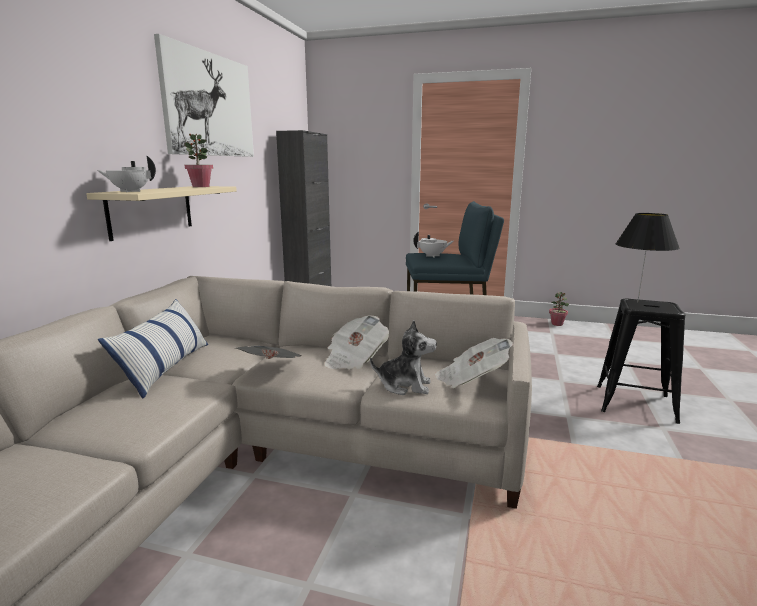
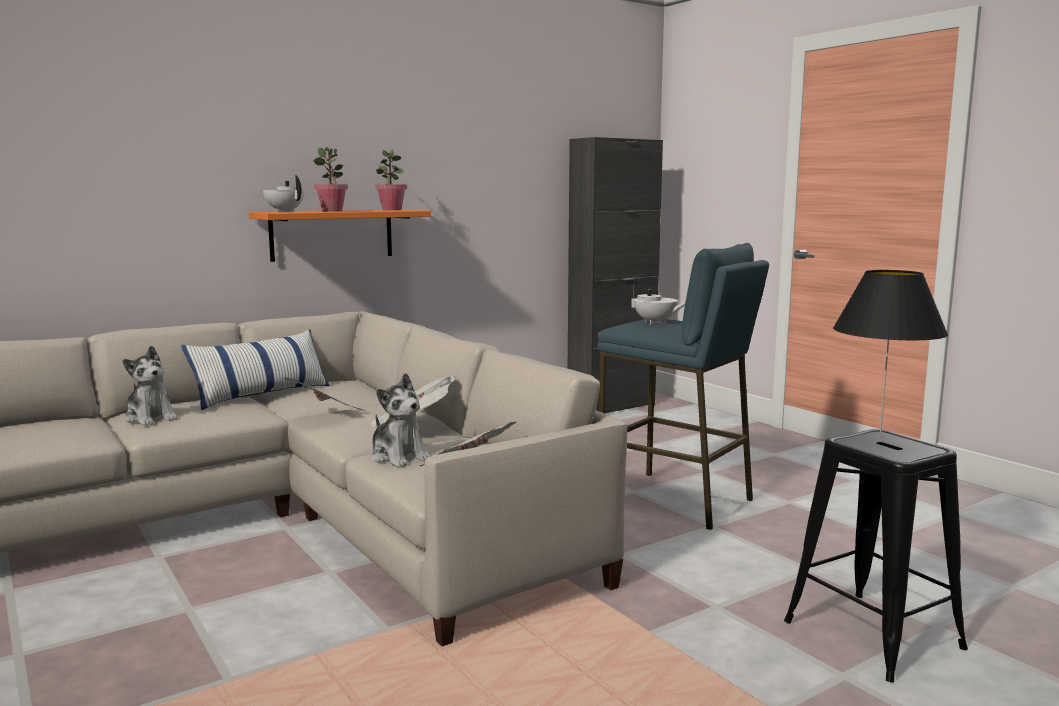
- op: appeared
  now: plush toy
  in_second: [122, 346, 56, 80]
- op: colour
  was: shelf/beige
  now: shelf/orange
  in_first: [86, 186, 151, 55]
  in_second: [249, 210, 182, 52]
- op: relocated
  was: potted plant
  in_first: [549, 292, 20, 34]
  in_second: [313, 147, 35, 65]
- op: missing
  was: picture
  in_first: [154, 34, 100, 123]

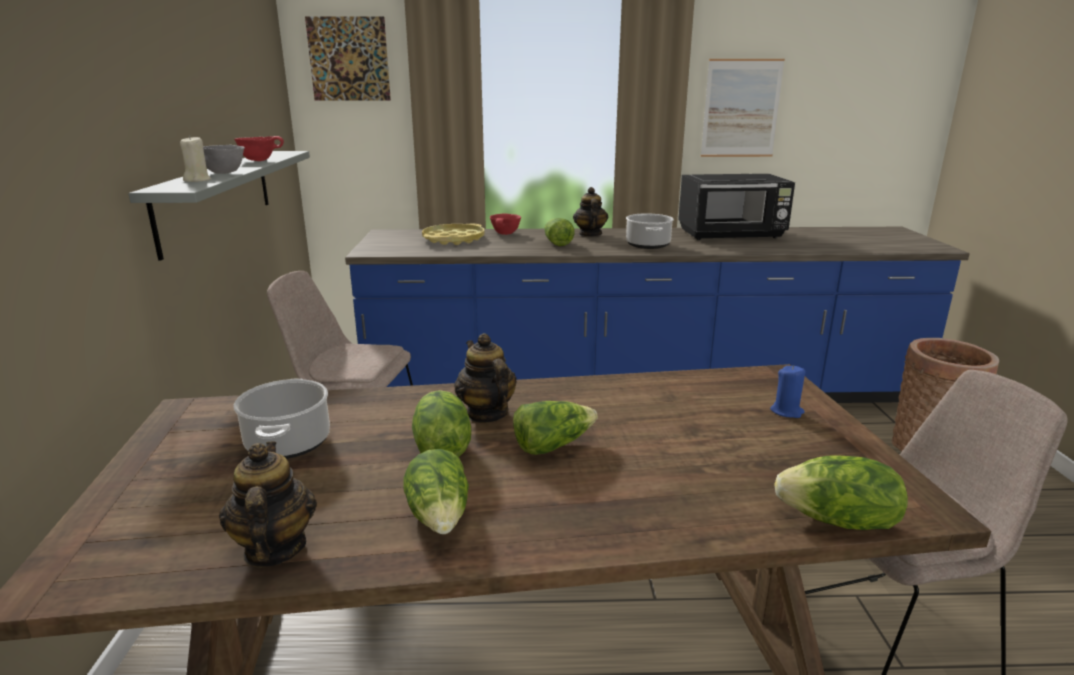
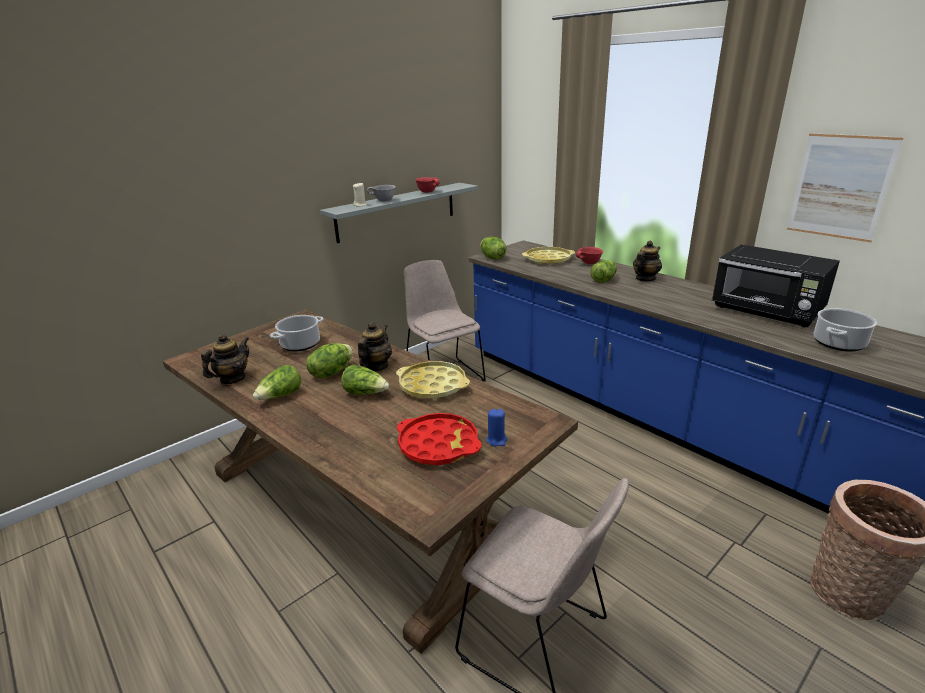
- op: appeared
  now: tray/yellow
  in_second: [396, 361, 74, 38]
- op: appeared
  now: tray/red
  in_second: [397, 413, 85, 52]
- op: relocated
  was: lettuce
  in_first: [774, 455, 134, 75]
  in_second: [480, 237, 27, 22]
- op: relocated
  was: cooking pot
  in_first: [626, 213, 48, 36]
  in_second: [814, 308, 63, 44]
- op: missing
  was: picture
  in_first: [305, 16, 86, 84]

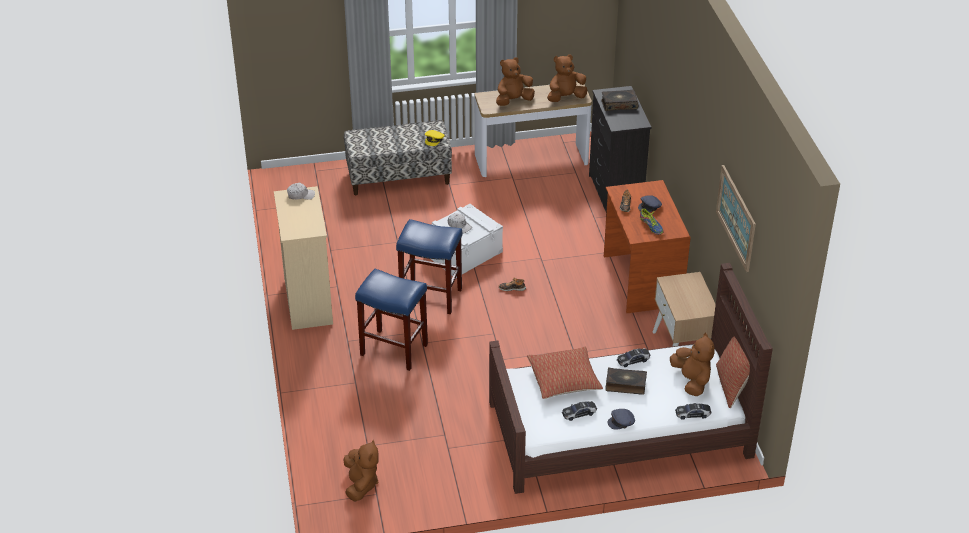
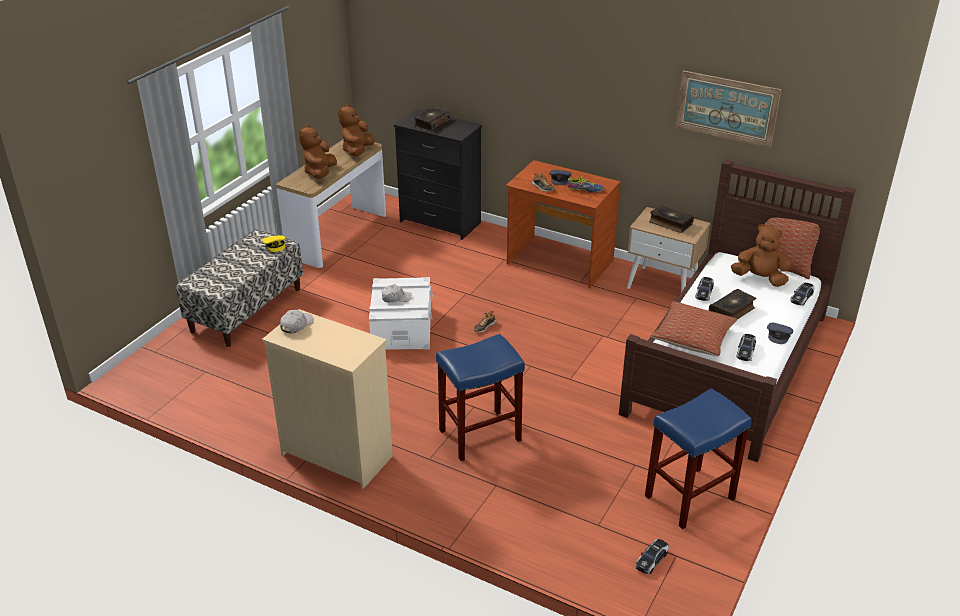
- op: exchanged
  was: plush toy/brown
  now: toy car
  in_first: [344, 440, 35, 62]
  in_second: [635, 539, 34, 35]
- op: relocated
  was: stool/blue
  in_first: [396, 219, 66, 95]
  in_second: [645, 388, 107, 141]
- op: appeared
  now: book
  in_second: [649, 205, 45, 28]

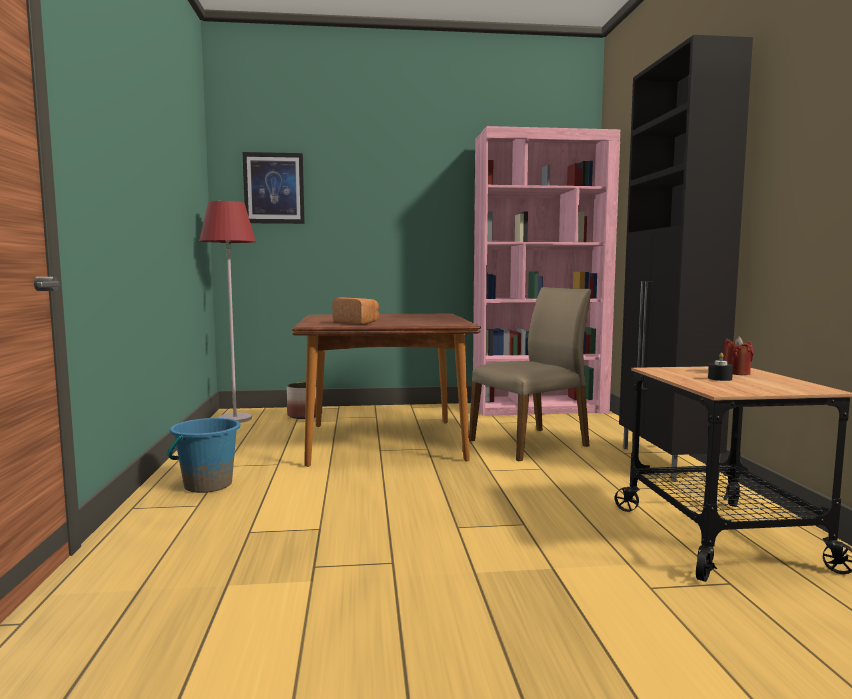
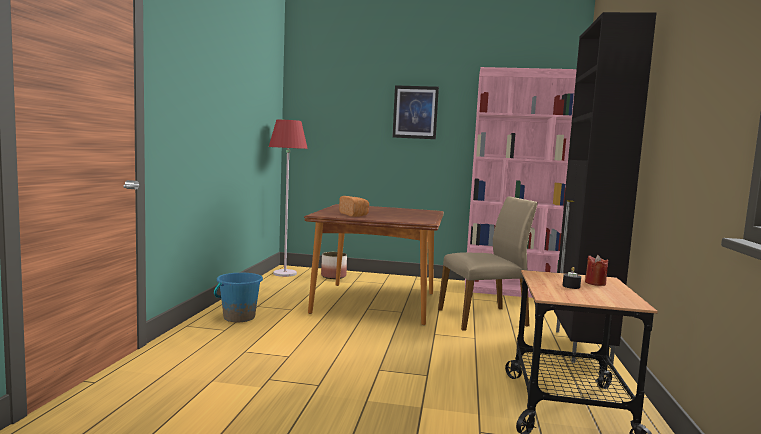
- op: relocated
  was: picture
  in_first: [243, 152, 62, 72]
  in_second: [392, 85, 47, 54]

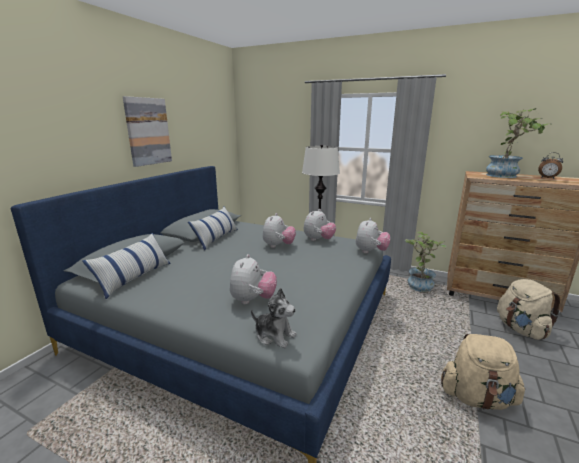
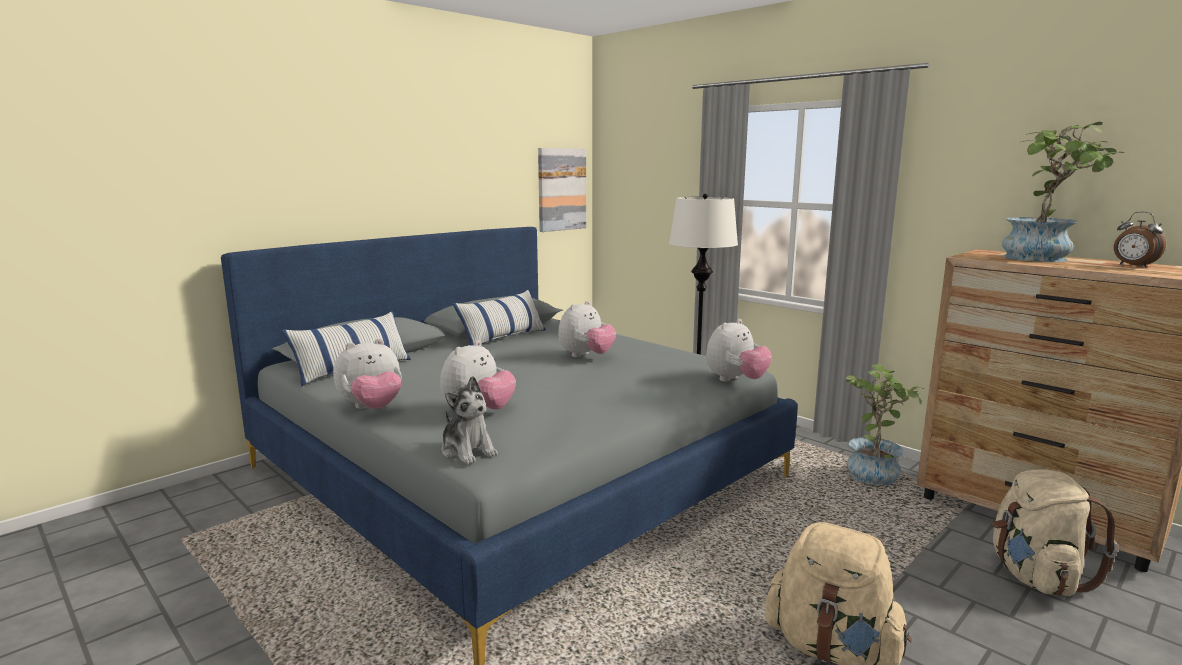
- op: relocated
  was: plush toy
  in_first: [304, 209, 32, 32]
  in_second: [333, 339, 69, 70]
- op: relocated
  was: picture
  in_first: [123, 96, 49, 71]
  in_second: [538, 148, 48, 84]

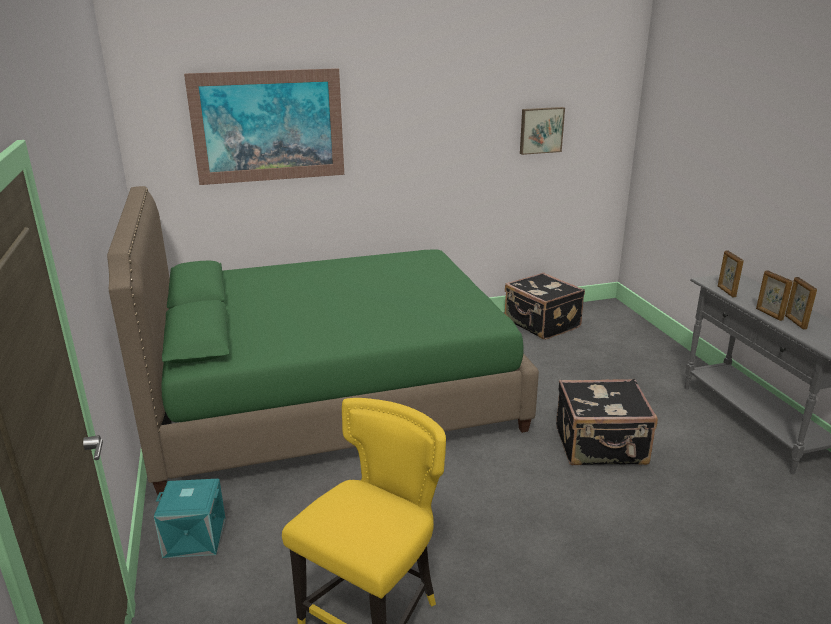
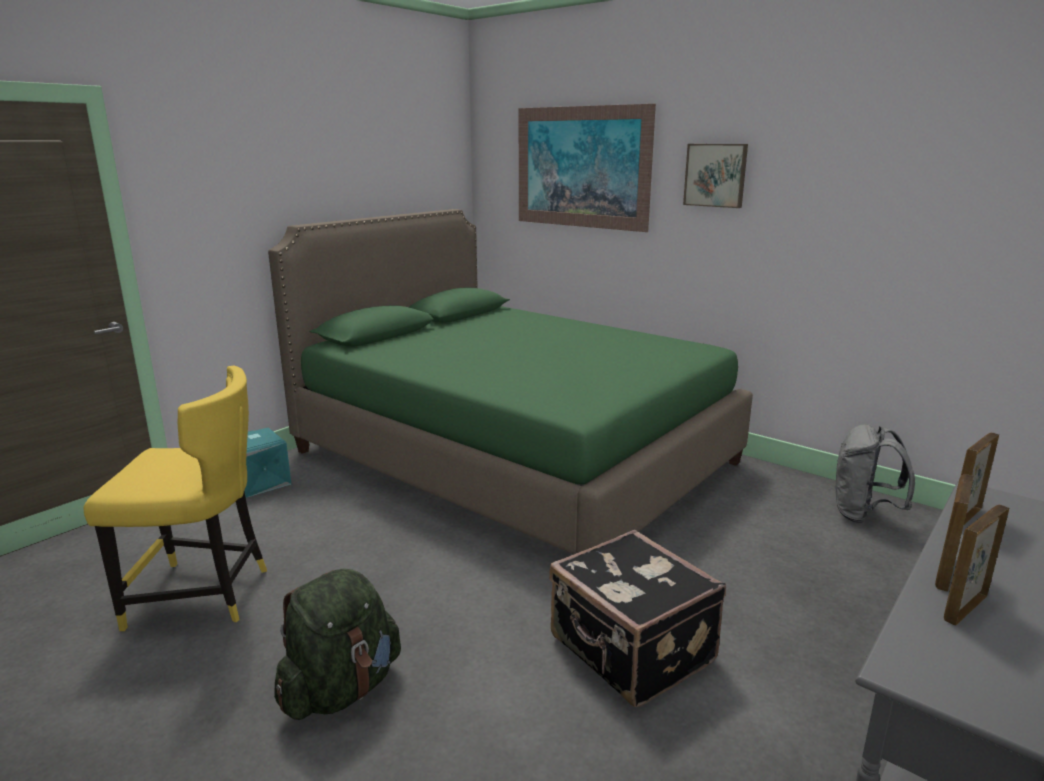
- op: appeared
  now: backpack/green
  in_second: [274, 568, 127, 152]
- op: relocated
  was: picture
  in_first: [520, 107, 45, 48]
  in_second: [683, 144, 65, 64]
- op: exchanged
  was: suitcase/black
  now: backpack/grey
  in_first: [505, 273, 80, 67]
  in_second: [834, 424, 81, 99]

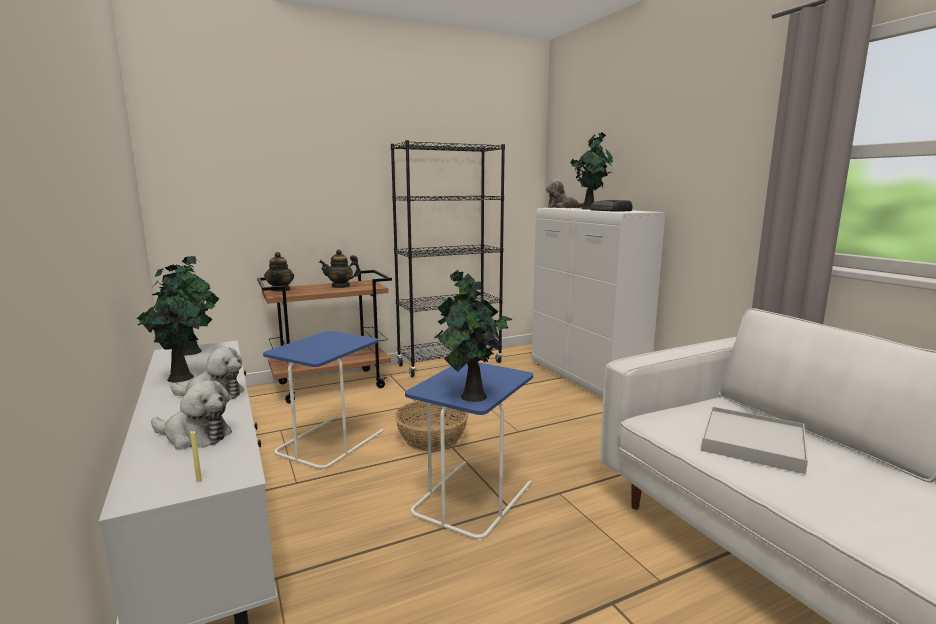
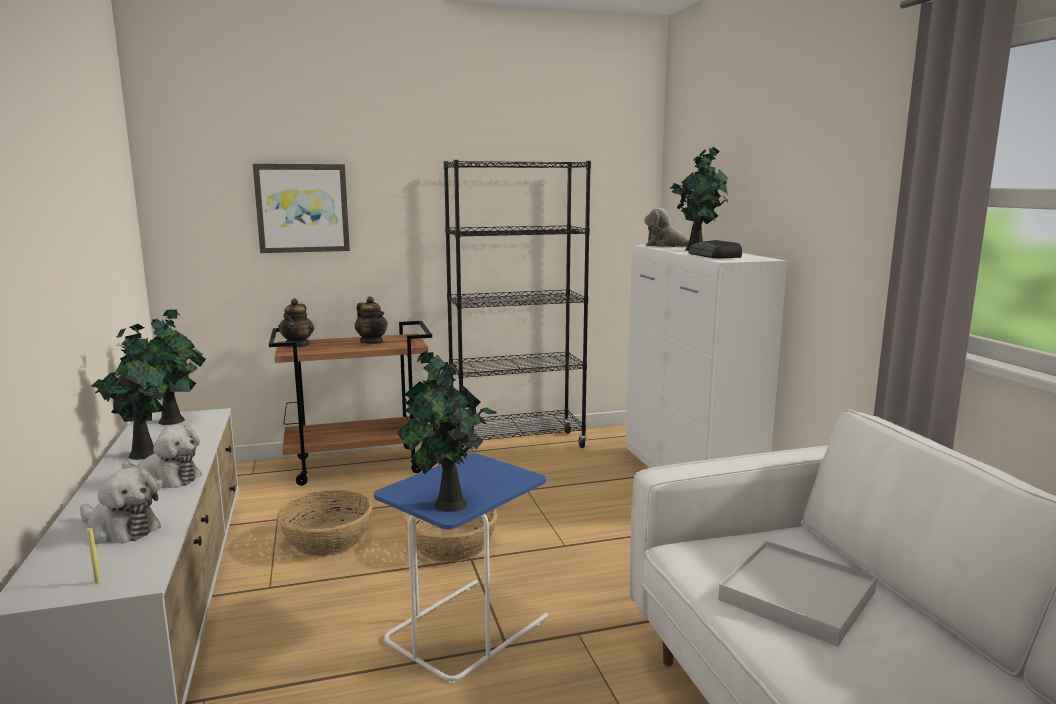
- op: appeared
  now: picture
  in_second: [253, 164, 97, 89]
- op: exchanged
  was: side table/blue
  now: basket
  in_first: [263, 331, 121, 139]
  in_second: [277, 490, 96, 66]
- op: spun
  was: teapot
  in_first: [319, 250, 42, 38]
  in_second: [355, 296, 33, 48]
  clockwise: -120

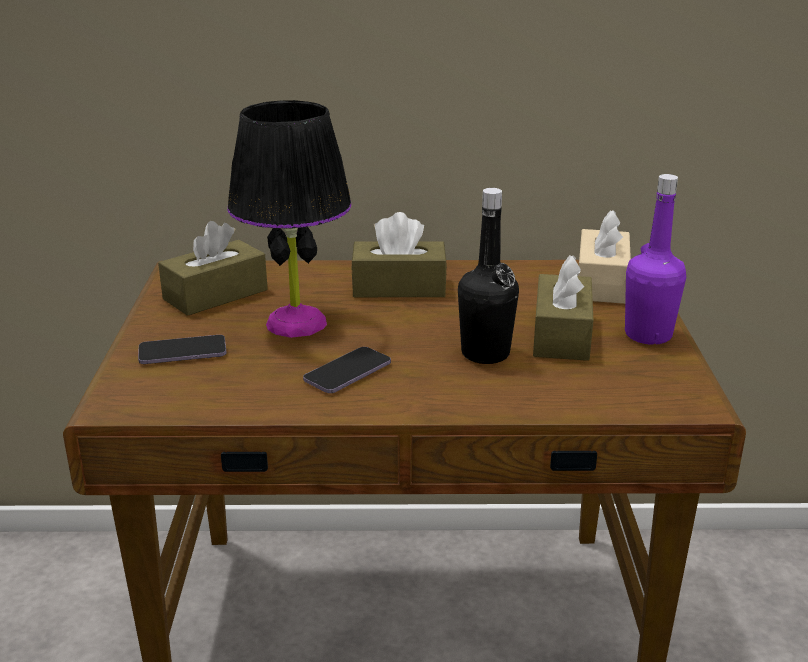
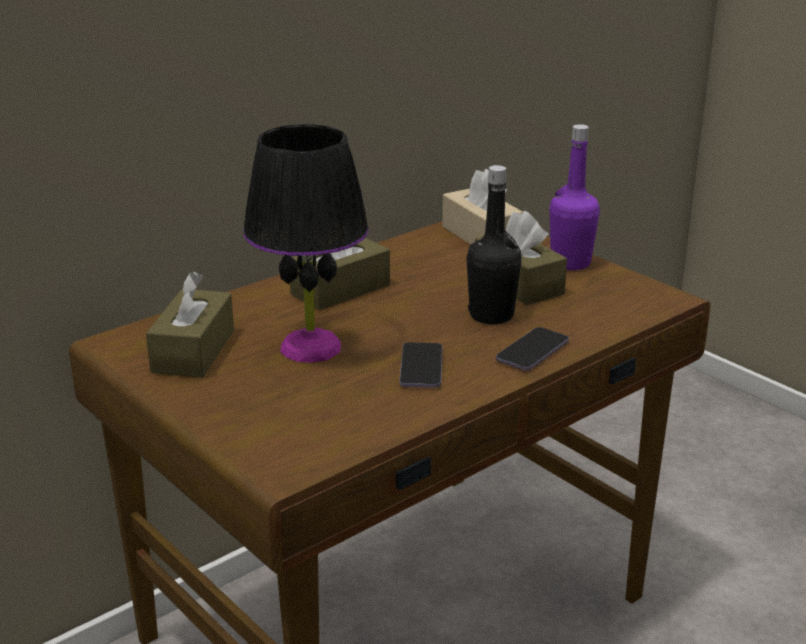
- op: relocated
  was: phone
  in_first: [138, 335, 89, 29]
  in_second: [496, 327, 73, 44]

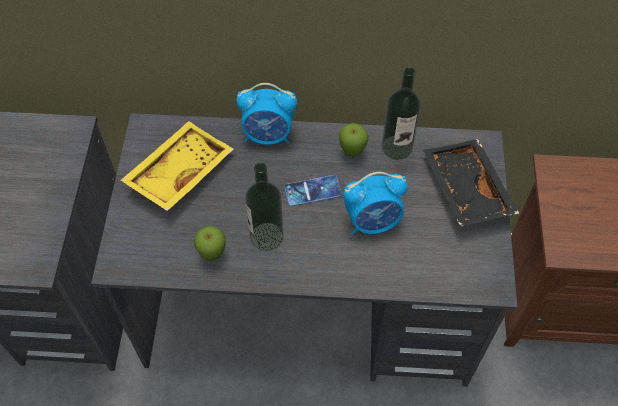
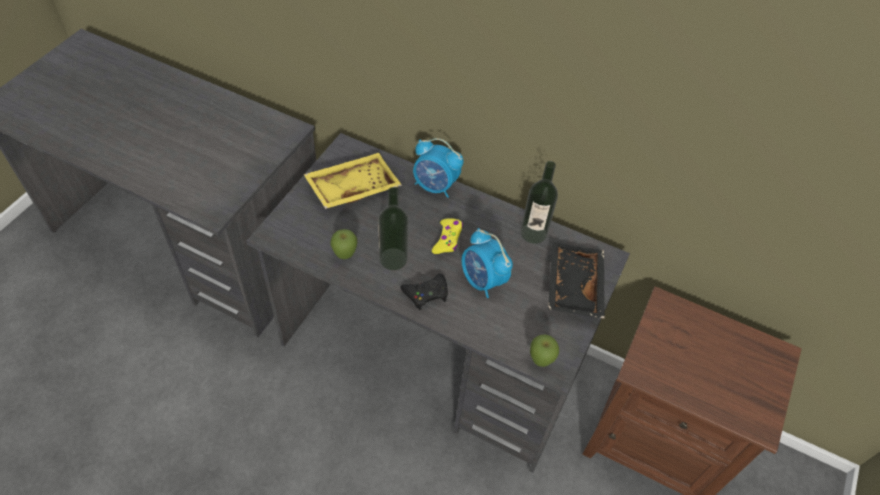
- op: appeared
  now: game controller/black
  in_second: [400, 273, 48, 37]
- op: exchanged
  was: phone
  now: game controller/yellow
  in_first: [284, 175, 58, 31]
  in_second: [432, 218, 31, 36]
- op: spun
  was: alarm clock
  in_first: [343, 172, 65, 63]
  in_second: [462, 228, 51, 70]
  clockwise: 45
- op: relocated
  was: apple
  in_first: [339, 123, 29, 34]
  in_second: [530, 335, 29, 32]

